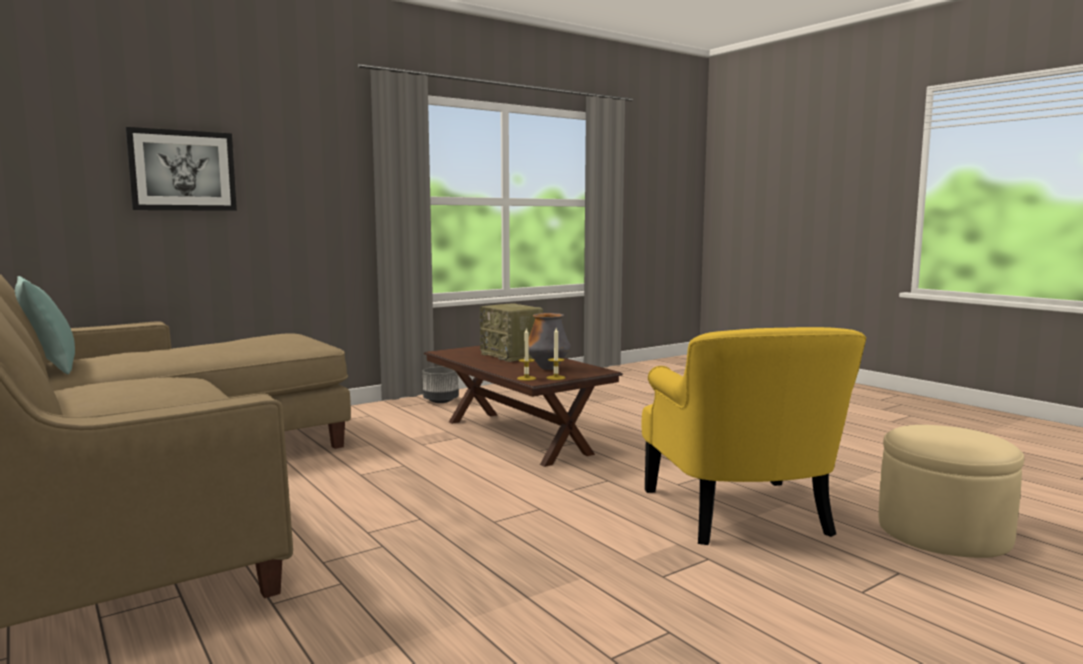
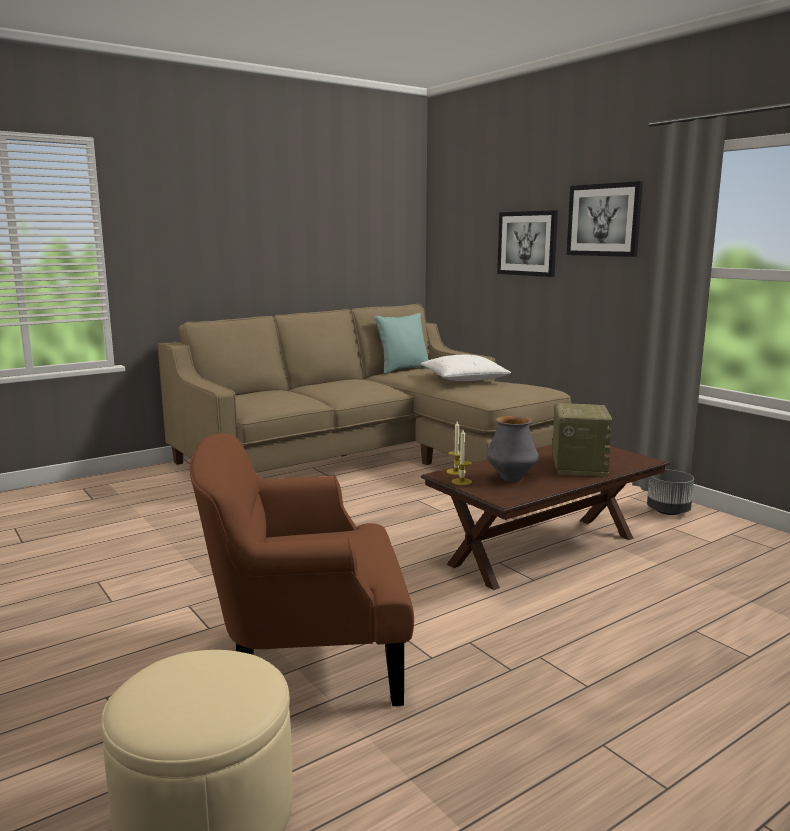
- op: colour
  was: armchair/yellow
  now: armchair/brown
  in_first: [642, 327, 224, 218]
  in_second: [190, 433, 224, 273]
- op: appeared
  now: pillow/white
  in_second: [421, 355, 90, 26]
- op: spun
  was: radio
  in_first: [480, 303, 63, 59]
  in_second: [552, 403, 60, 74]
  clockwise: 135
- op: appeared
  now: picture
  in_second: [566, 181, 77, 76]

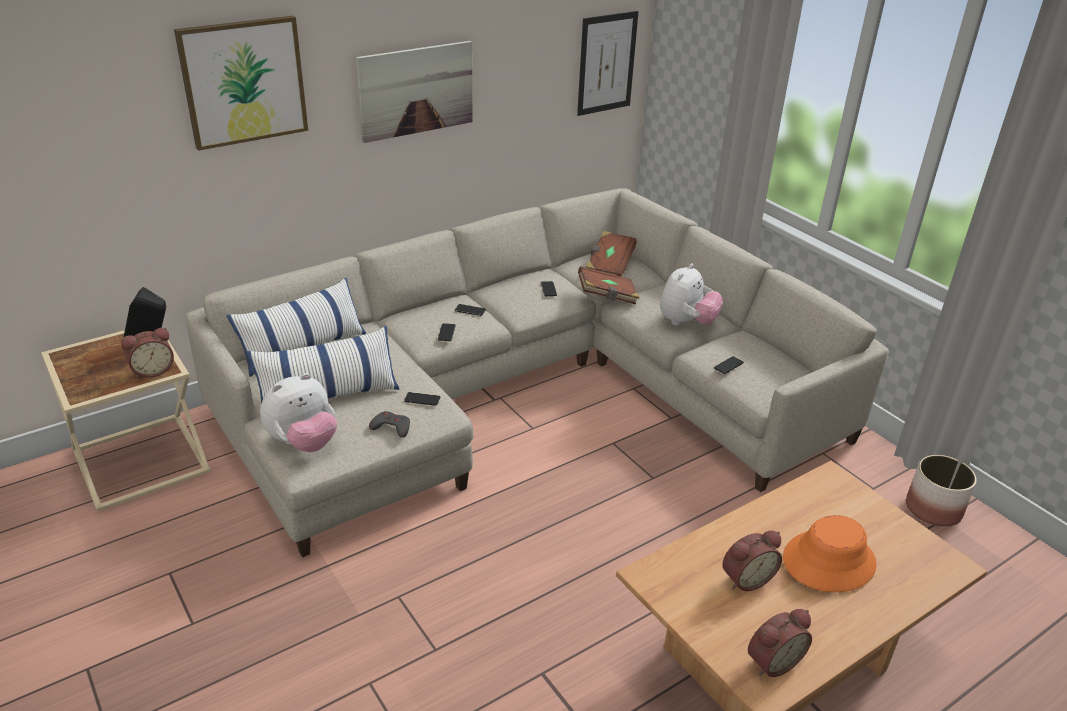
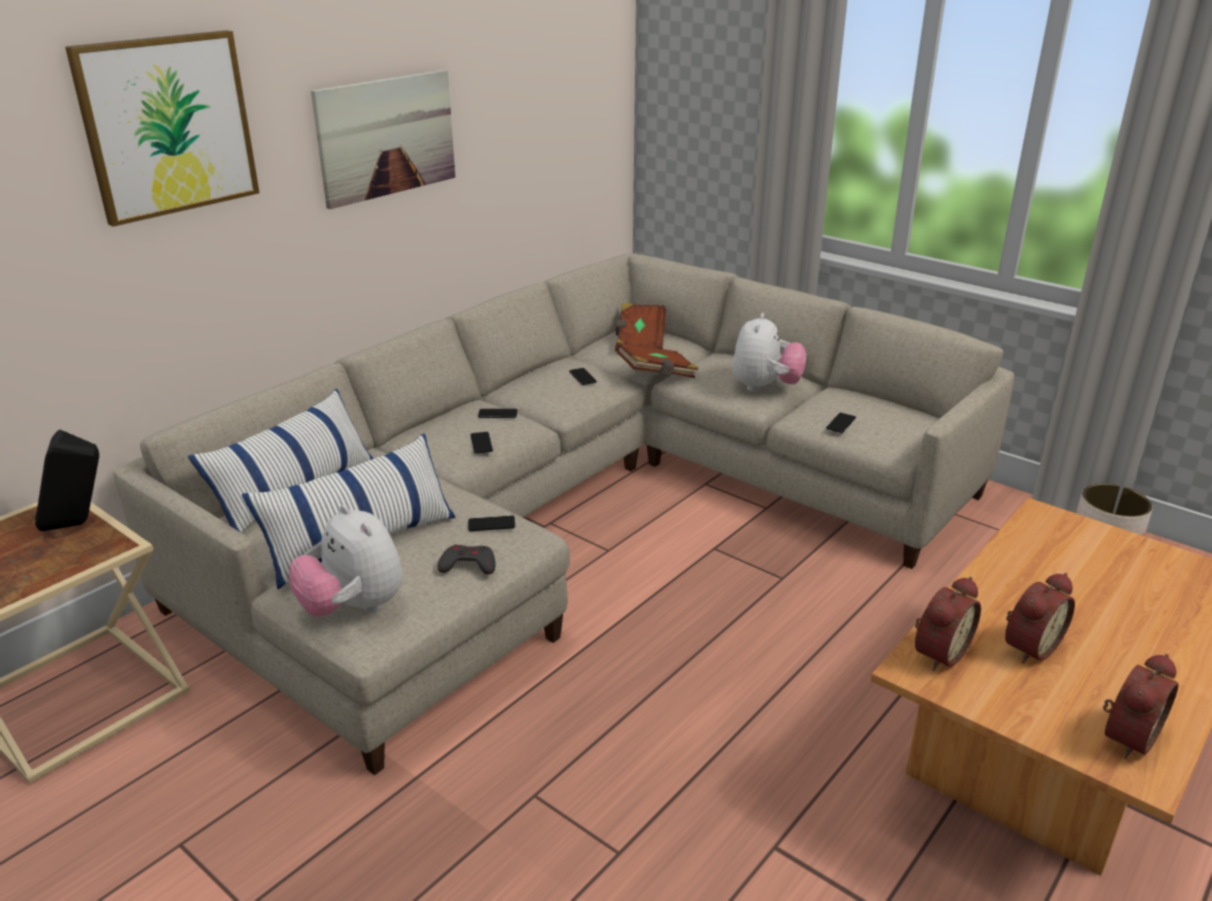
- op: spun
  was: plush toy
  in_first: [260, 373, 77, 79]
  in_second: [289, 504, 114, 113]
  clockwise: 105
- op: relocated
  was: alarm clock
  in_first: [121, 328, 53, 50]
  in_second: [915, 577, 66, 94]
- op: missing
  was: picture
  in_first: [577, 11, 62, 105]
- op: missing
  was: hat/orange
  in_first: [783, 515, 94, 77]

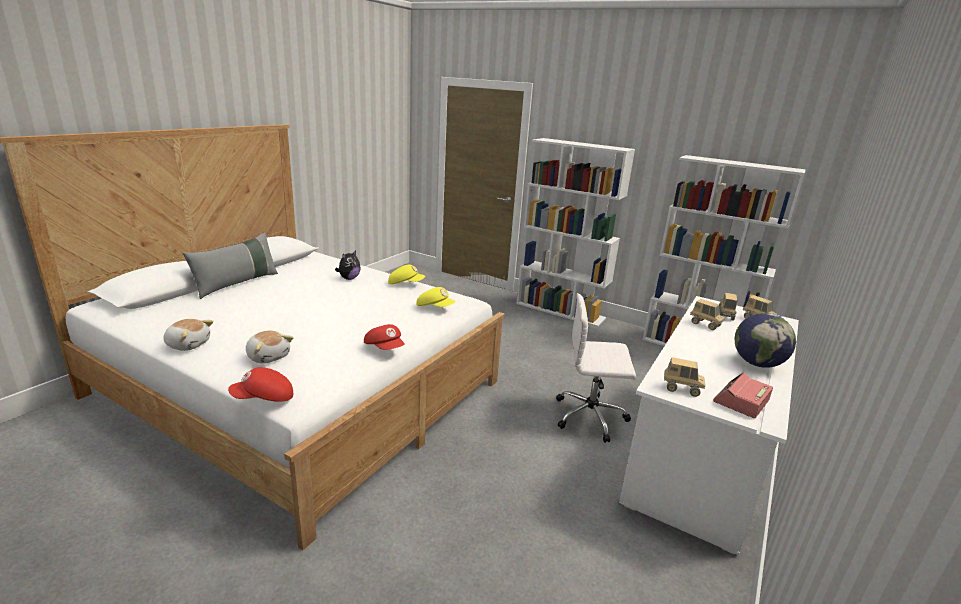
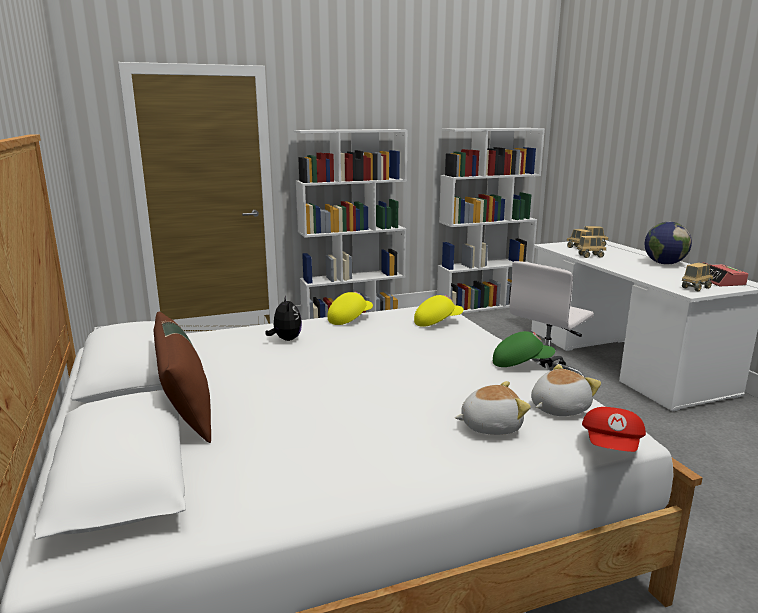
- op: colour
  was: pillow/grey
  now: pillow/brown
  in_first: [183, 232, 95, 67]
  in_second: [154, 312, 57, 131]
- op: colour
  was: cap/red
  now: cap/green
  in_first: [364, 324, 41, 26]
  in_second: [493, 331, 62, 36]
- op: relocated
  was: plush toy
  in_first: [163, 319, 51, 32]
  in_second: [531, 364, 70, 52]

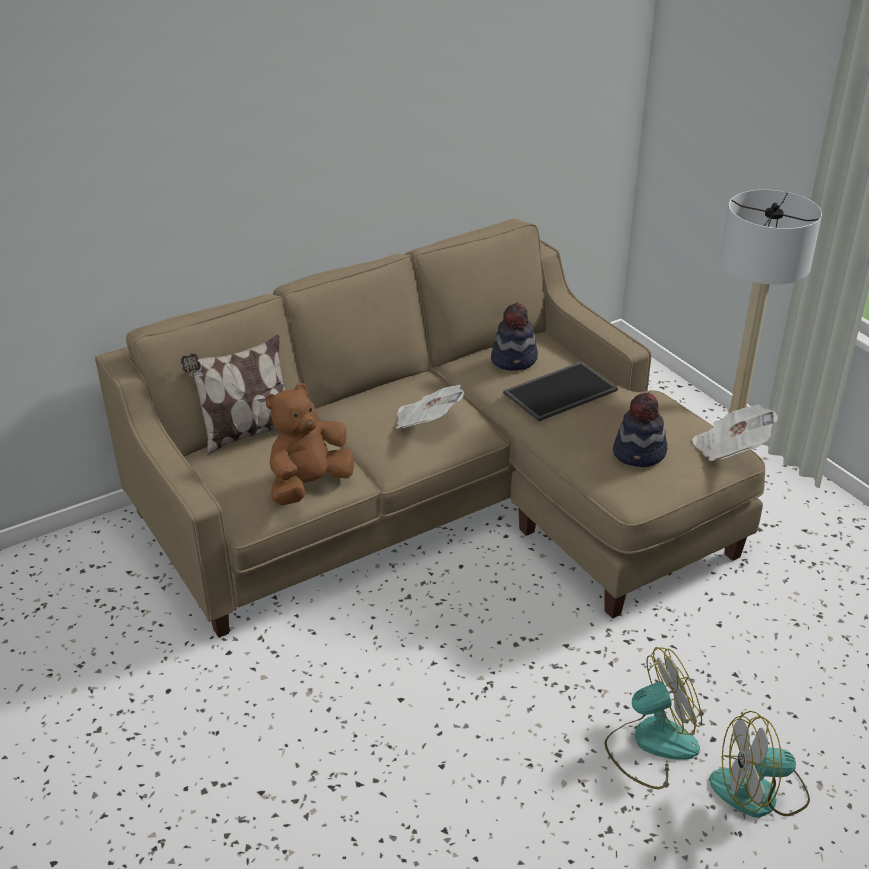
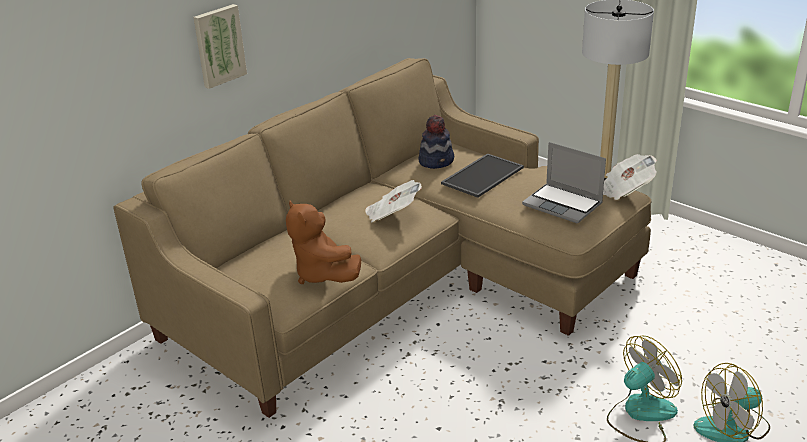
- op: appeared
  now: picture
  in_second: [193, 4, 54, 85]
- op: spun
  was: plush toy/brown
  in_first: [266, 383, 88, 122]
  in_second: [286, 200, 75, 84]
  clockwise: -60
- op: exchanged
  was: hat
  now: laptop
  in_first: [613, 392, 54, 75]
  in_second: [522, 142, 84, 81]
- op: missing
  was: pillow
  in_first: [181, 334, 105, 122]

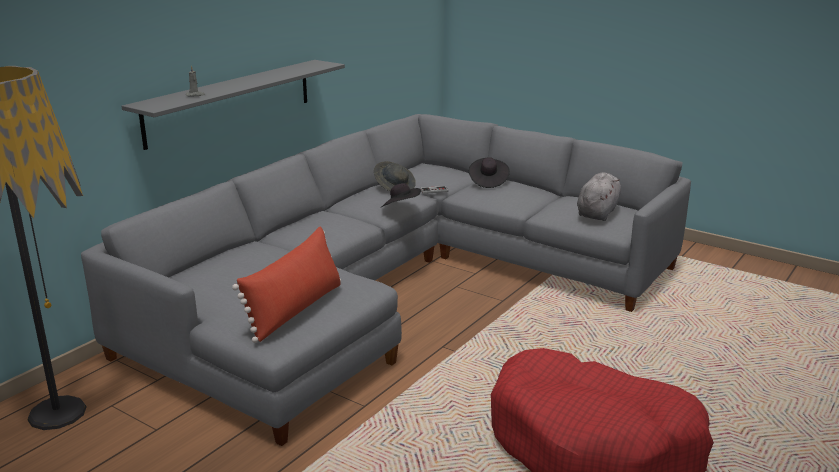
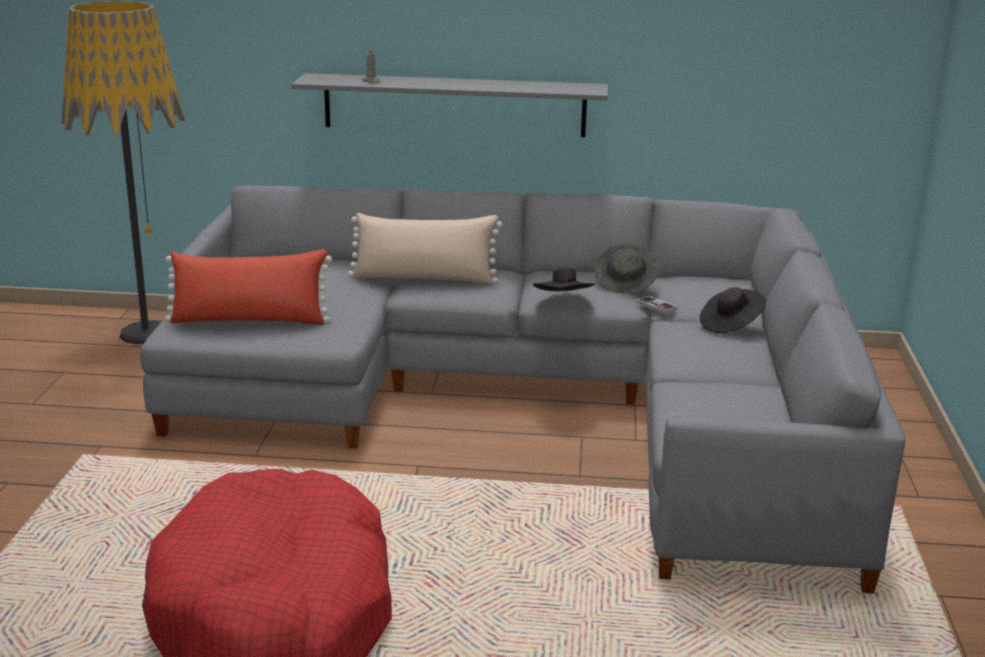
- op: appeared
  now: pillow/beige
  in_second: [348, 213, 154, 72]
- op: missing
  was: plush toy/grey
  in_first: [577, 173, 44, 48]

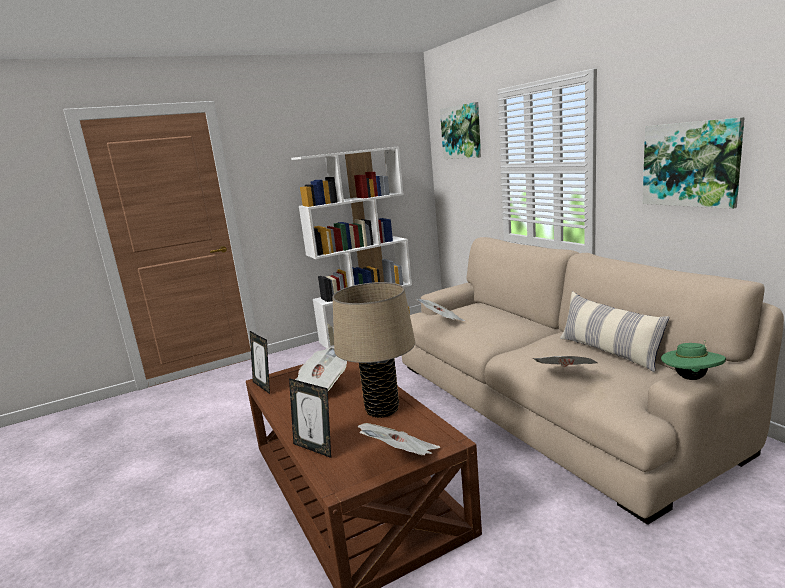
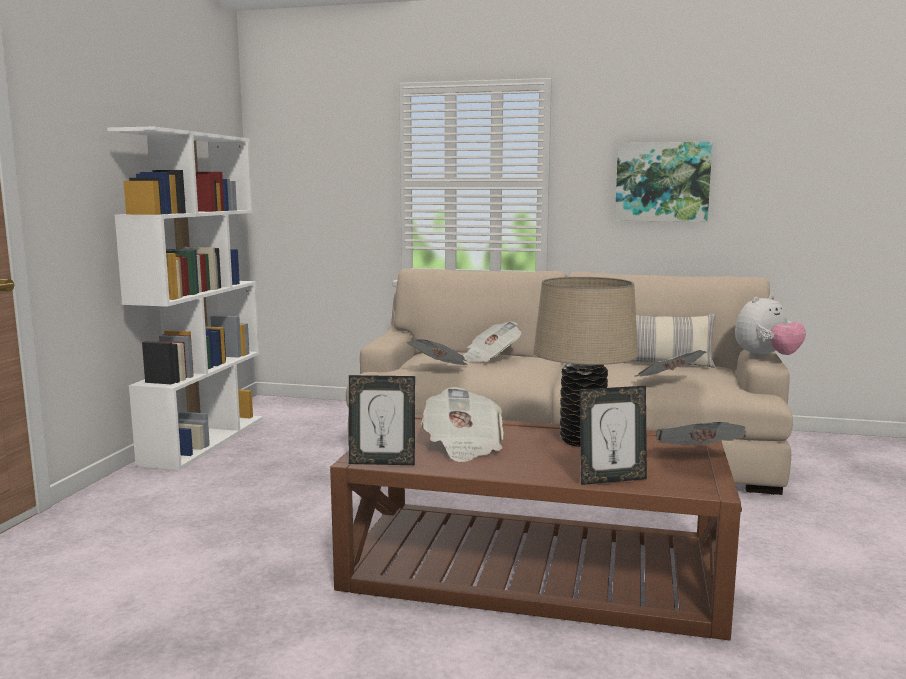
- op: appeared
  now: newspaper
  in_second: [462, 322, 59, 40]
- op: exchanged
  was: hat/green
  now: plush toy
  in_first: [661, 340, 65, 40]
  in_second: [735, 295, 71, 63]
- op: missing
  was: picture
  in_first: [440, 102, 41, 57]

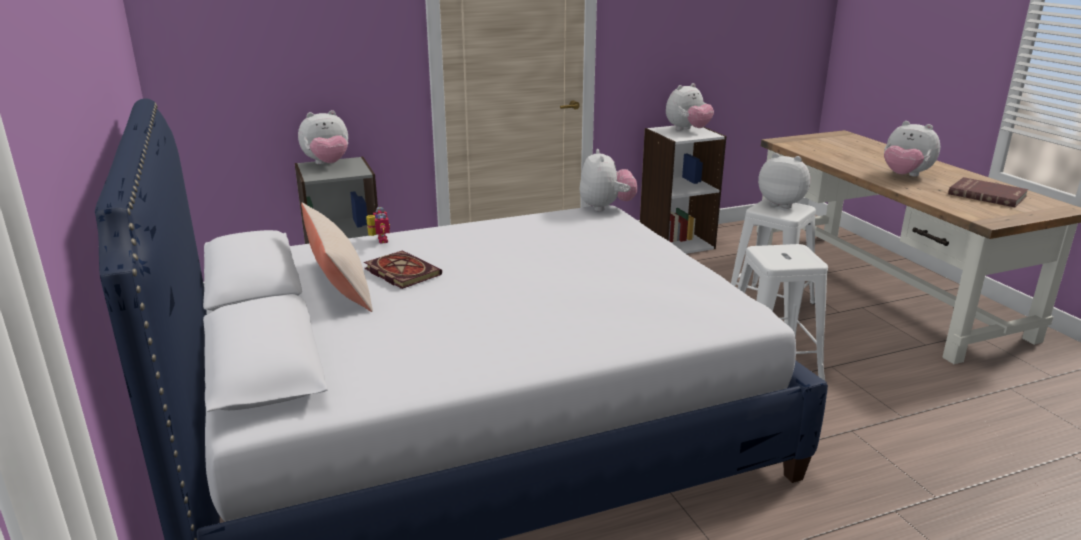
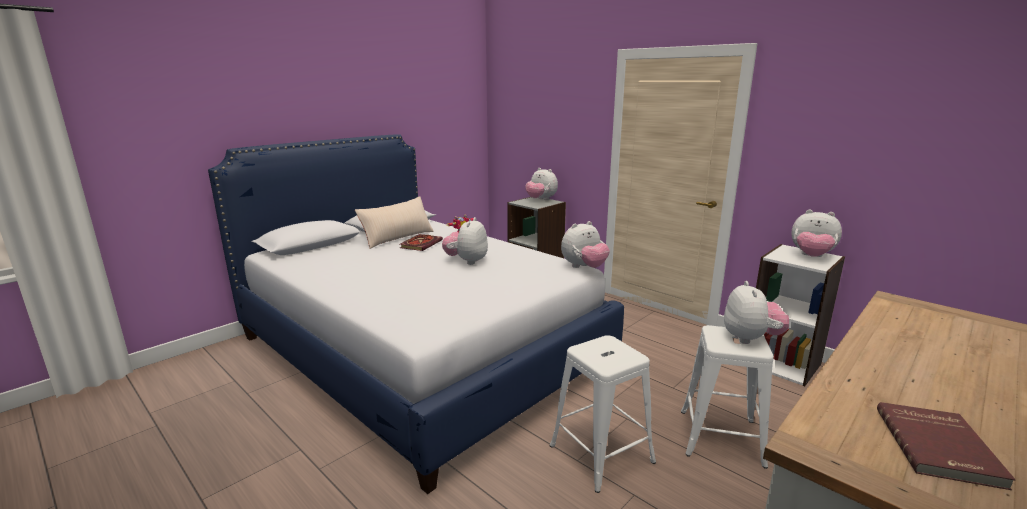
- op: relocated
  was: plush toy
  in_first: [884, 121, 56, 56]
  in_second: [442, 217, 46, 48]

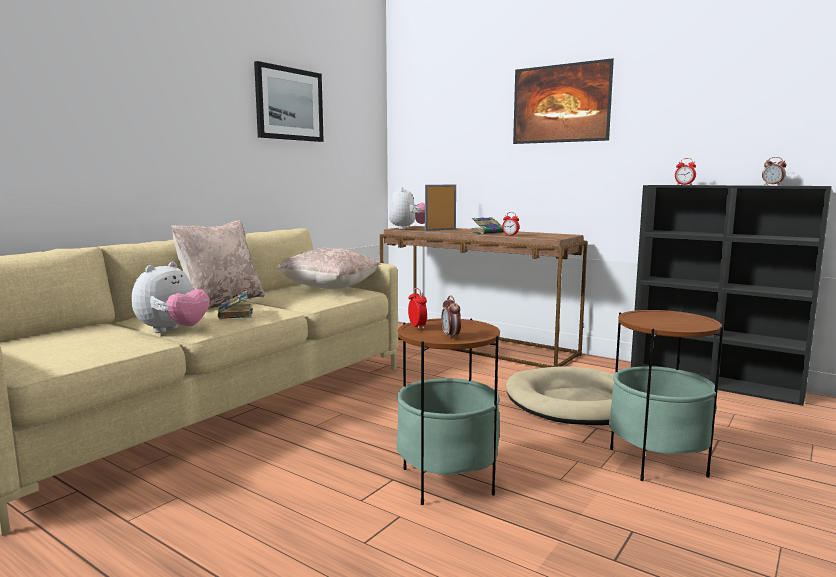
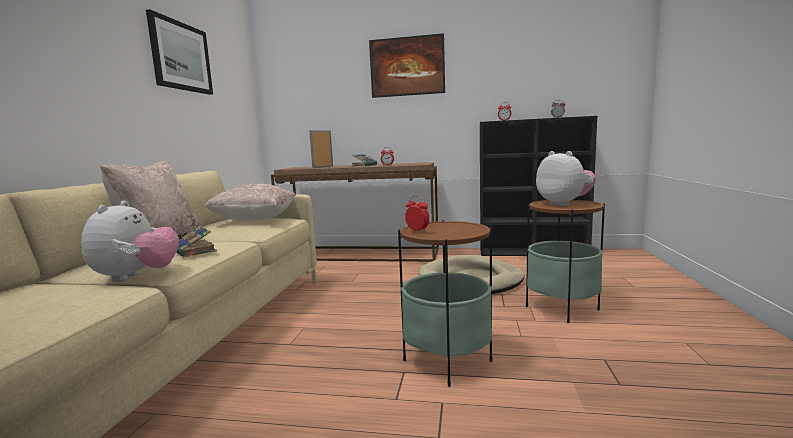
- op: relocated
  was: plush toy
  in_first: [389, 187, 36, 42]
  in_second: [536, 151, 60, 55]
- op: missing
  was: alarm clock
  in_first: [441, 295, 20, 44]

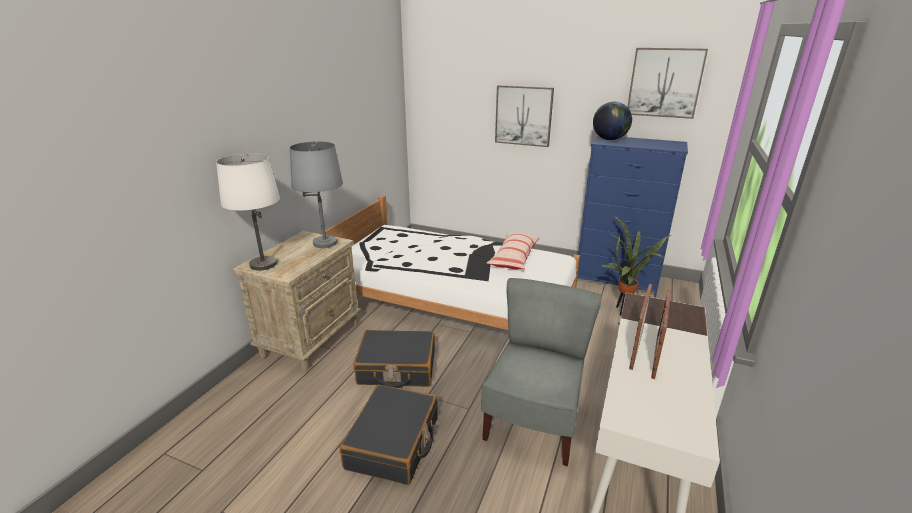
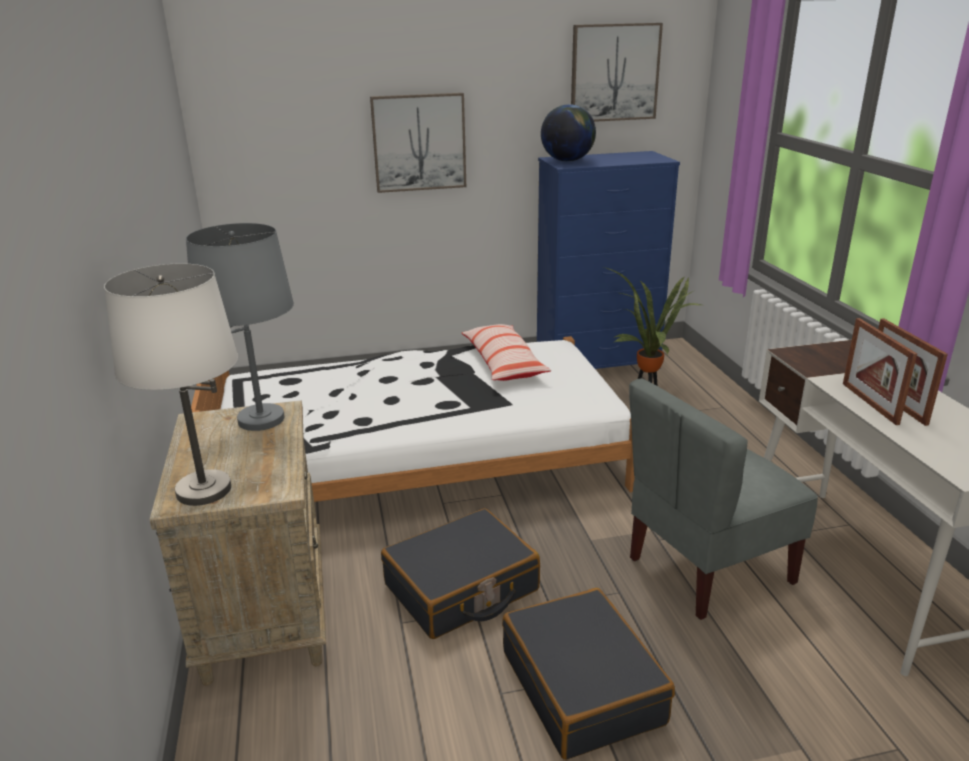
- op: spun
  was: chair/grey
  in_first: [481, 278, 121, 188]
  in_second: [629, 379, 189, 241]
  clockwise: -105

